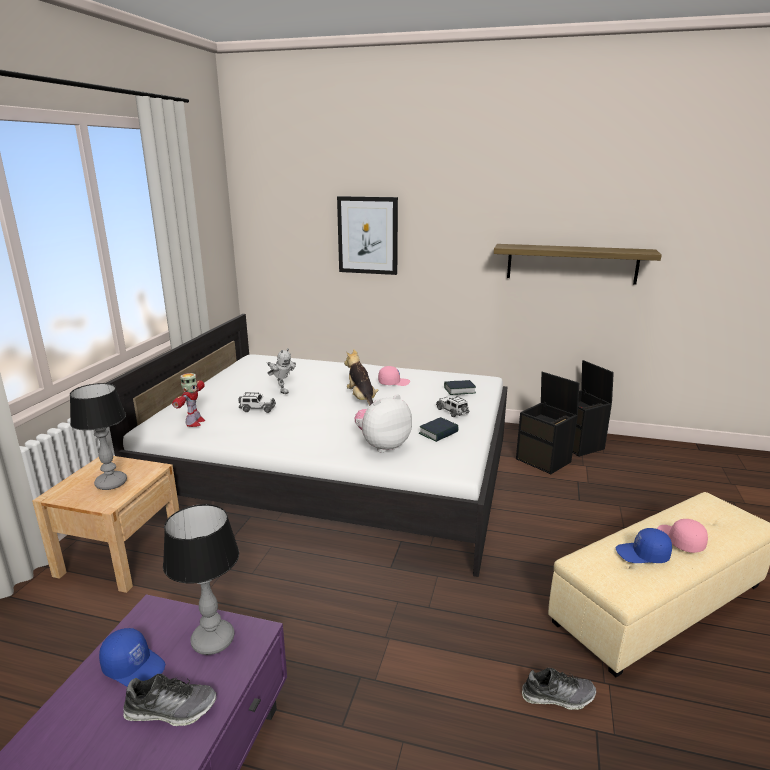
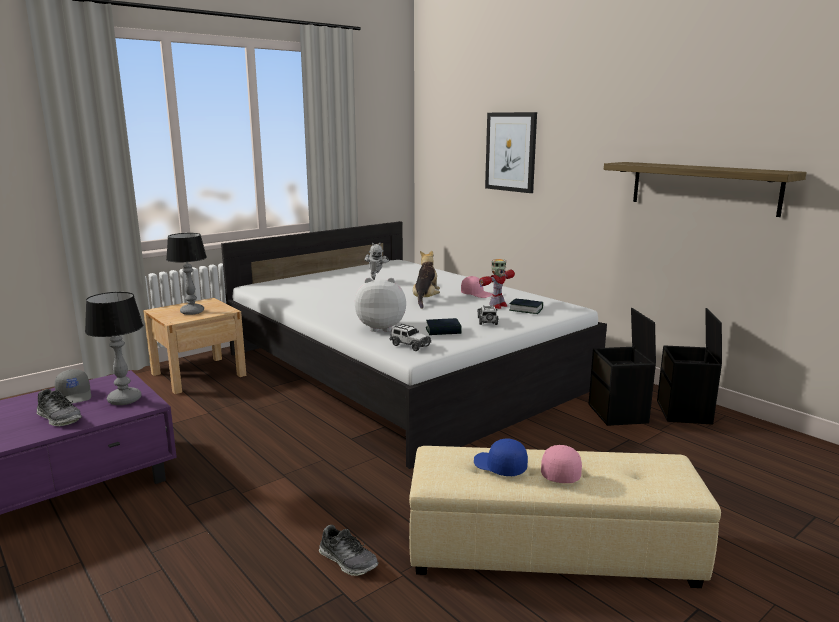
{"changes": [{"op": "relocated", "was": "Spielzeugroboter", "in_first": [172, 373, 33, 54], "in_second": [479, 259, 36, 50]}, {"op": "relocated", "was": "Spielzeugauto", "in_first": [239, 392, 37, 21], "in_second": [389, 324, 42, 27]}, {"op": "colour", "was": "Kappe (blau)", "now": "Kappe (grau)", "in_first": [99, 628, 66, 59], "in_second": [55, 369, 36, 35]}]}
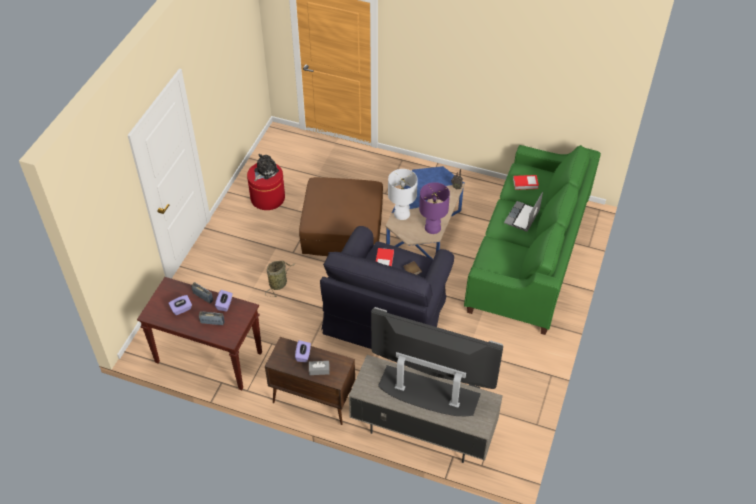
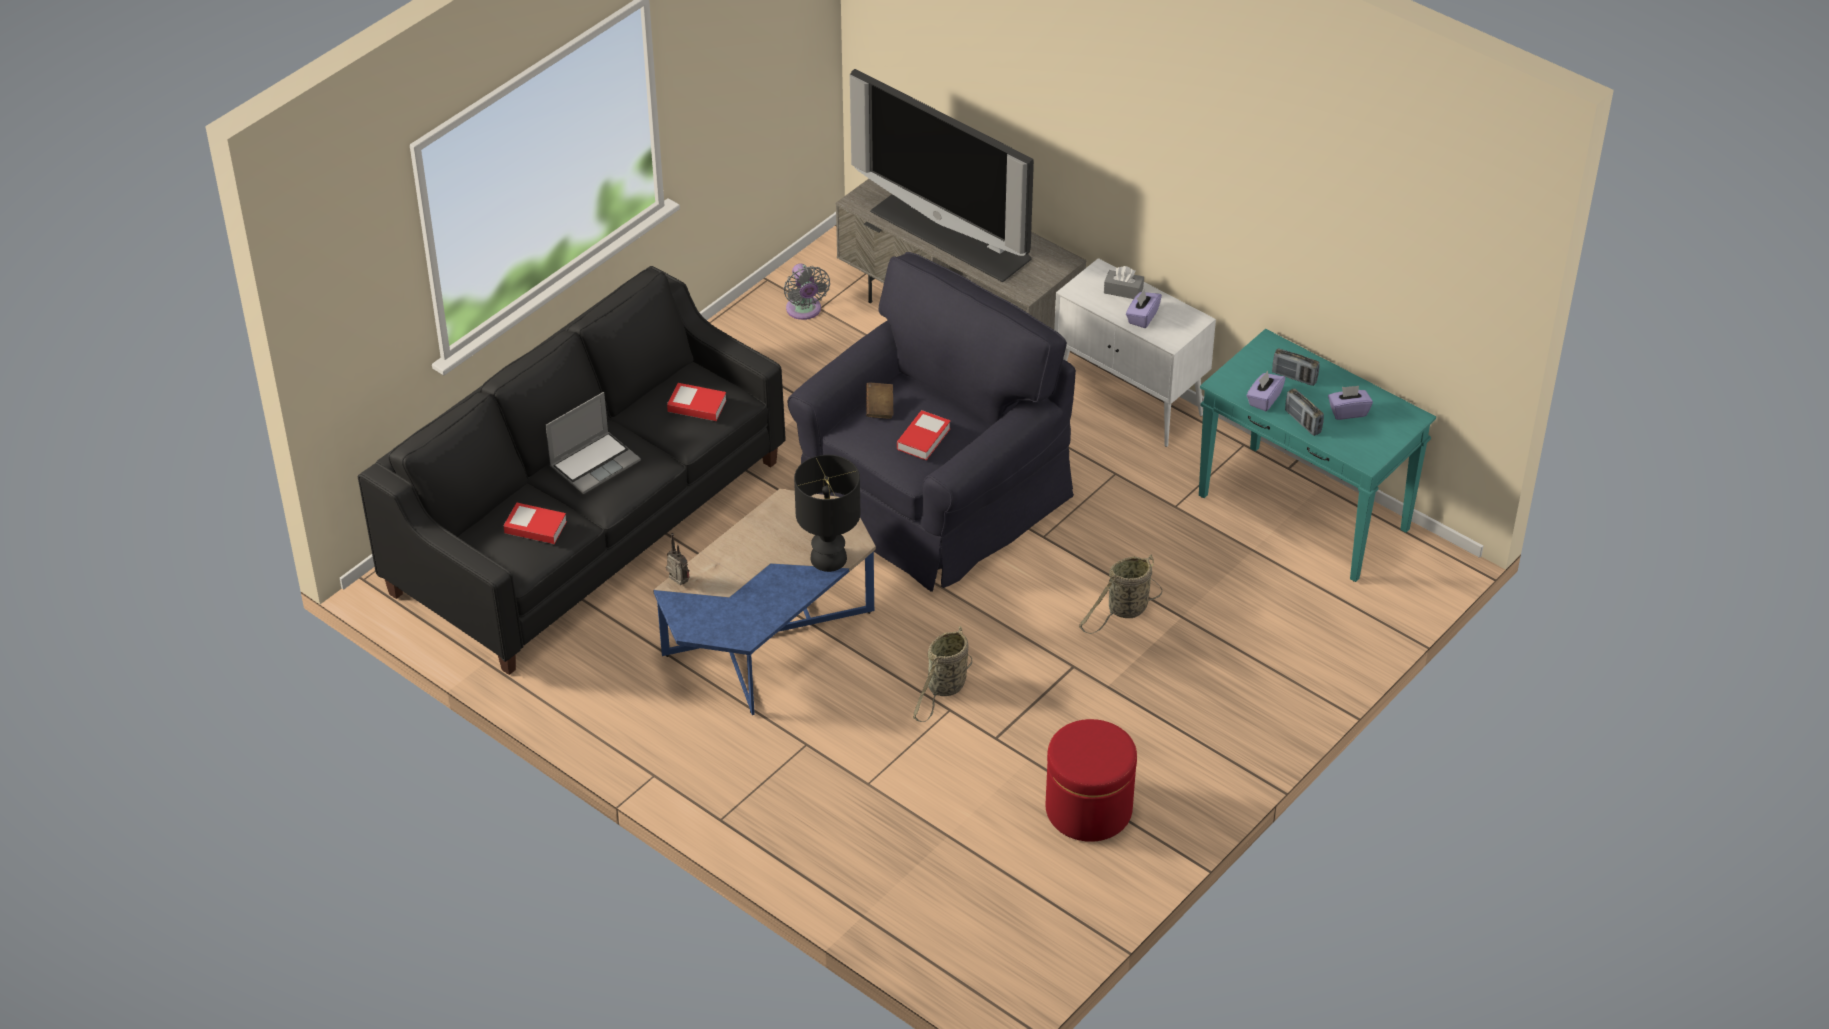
{"changes": [{"op": "colour", "was": "Sofa (grün)", "now": "Sofa (schwarz)", "in_first": [464, 145, 137, 190], "in_second": [358, 266, 428, 409]}, {"op": "missing", "was": "Plüschtier", "in_first": [254, 154, 25, 27]}, {"op": "colour", "was": "Tischlampe (weiß)", "now": "Tischlampe (schwarz)", "in_first": [388, 169, 30, 51], "in_second": [794, 455, 66, 117]}, {"op": "exchanged", "was": "Polsterhocker (braun)", "now": "Korb", "in_first": [299, 177, 84, 79], "in_second": [913, 626, 59, 96]}, {"op": "missing", "was": "Tischlampe (lila)", "in_first": [419, 182, 31, 52]}, {"op": "colour", "was": "Konsolentisch (braun)", "now": "Konsolentisch (türkis)", "in_first": [137, 277, 125, 113], "in_second": [1199, 329, 237, 253]}, {"op": "colour", "was": "Schrank (braun)", "now": "Schrank (weiß)", "in_first": [265, 337, 90, 88], "in_second": [1054, 258, 162, 189]}, {"op": "appeared", "now": "Ventilator (grau)", "in_second": [784, 263, 46, 57]}, {"op": "appeared", "now": "Buch", "in_second": [667, 383, 60, 38]}]}
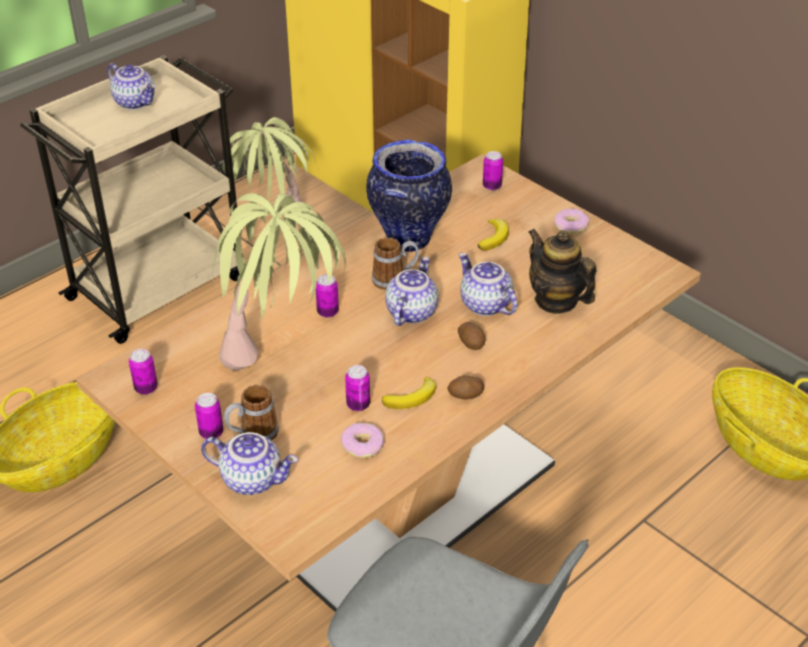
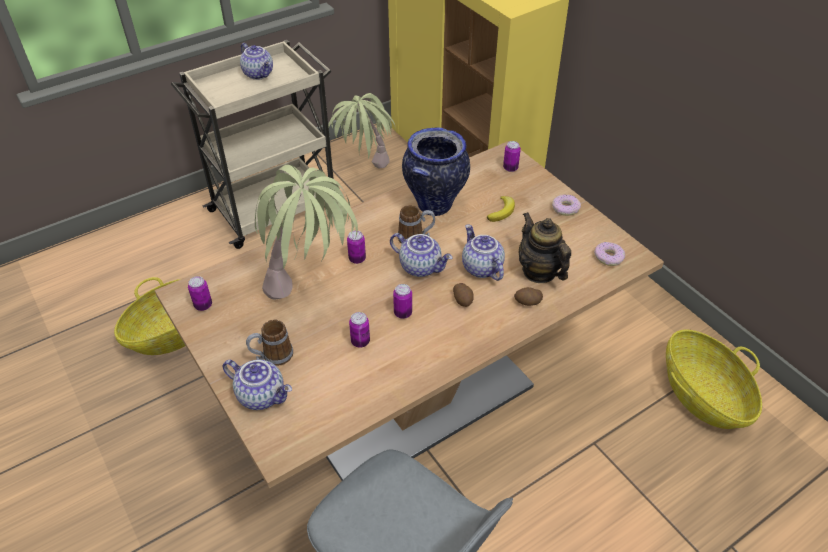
{"changes": [{"op": "spun", "was": "Teekanne", "in_first": [385, 257, 53, 69], "in_second": [390, 233, 63, 44], "clockwise": 90}, {"op": "relocated", "was": "Kartoffel", "in_first": [448, 375, 36, 25], "in_second": [514, 287, 29, 19]}, {"op": "missing", "was": "Banane", "in_first": [382, 377, 54, 32]}, {"op": "relocated", "was": "Dose", "in_first": [195, 393, 28, 46], "in_second": [393, 284, 19, 35]}, {"op": "relocated", "was": "Donut", "in_first": [341, 423, 43, 35], "in_second": [594, 242, 31, 24]}]}
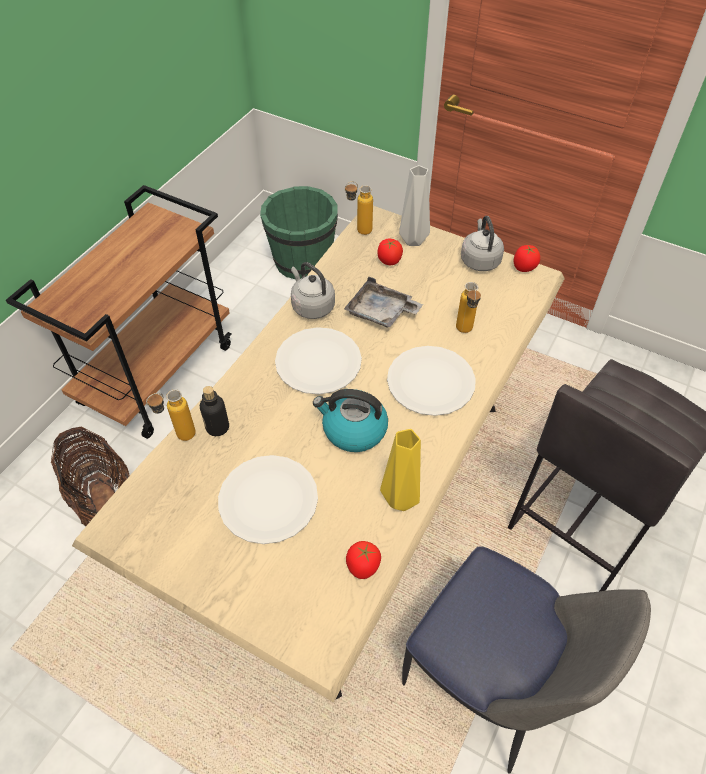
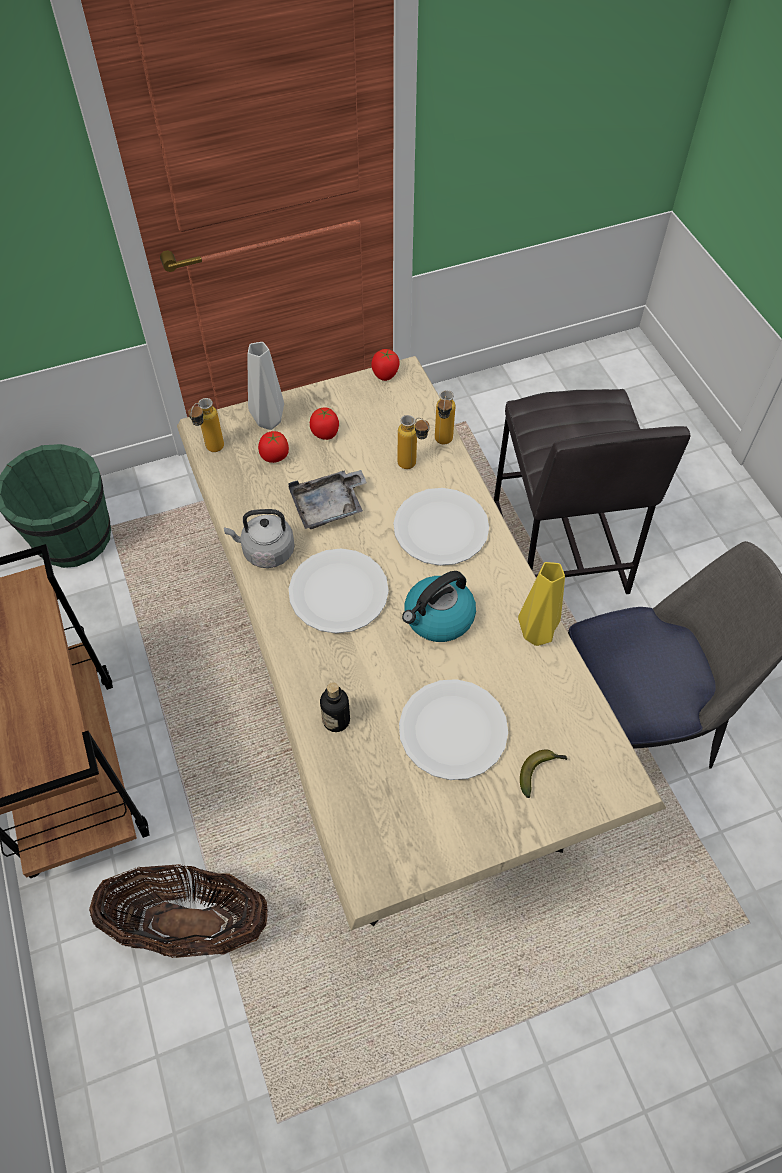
{"changes": [{"op": "missing", "was": "Wasserkessel (grau)", "in_first": [461, 216, 43, 55]}, {"op": "relocated", "was": "Flasche", "in_first": [146, 389, 50, 52], "in_second": [435, 390, 20, 54]}, {"op": "relocated", "was": "Tomate", "in_first": [346, 541, 35, 38], "in_second": [310, 407, 29, 33]}, {"op": "appeared", "now": "Banane", "in_second": [520, 749, 47, 49]}]}
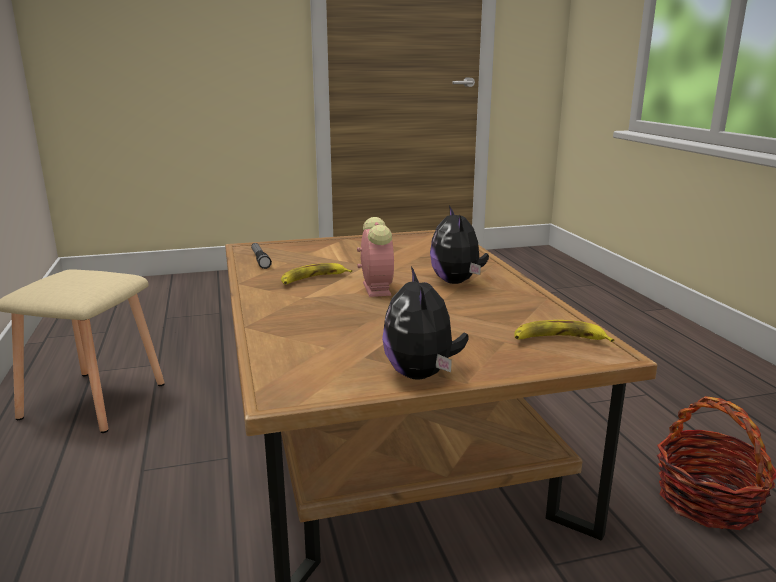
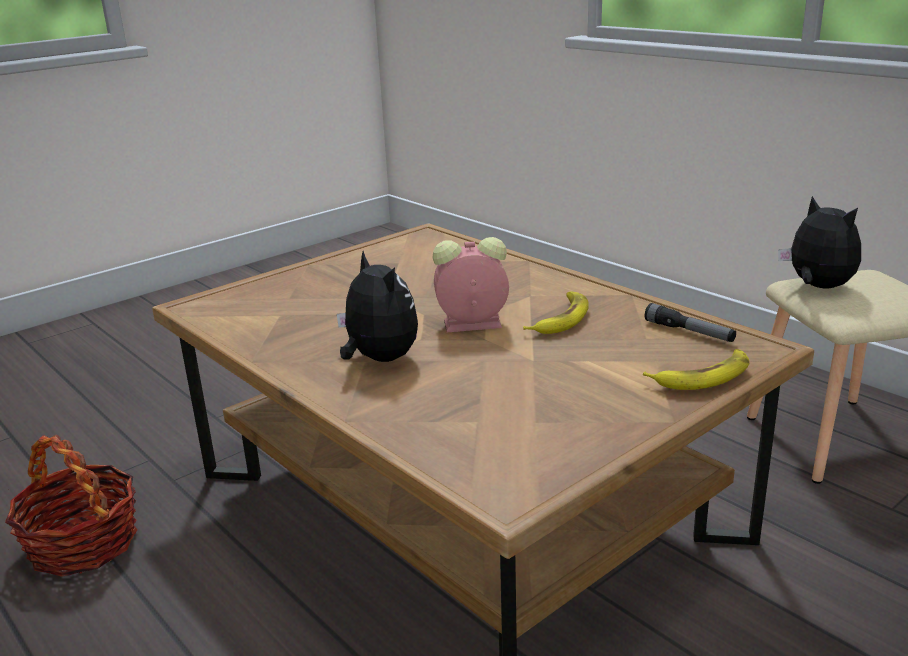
{"changes": [{"op": "spun", "was": "Wecker", "in_first": [357, 217, 37, 80], "in_second": [432, 237, 77, 95], "clockwise": 120}, {"op": "relocated", "was": "Plüschtier", "in_first": [382, 266, 87, 114], "in_second": [778, 196, 83, 92]}, {"op": "relocated", "was": "Banane", "in_first": [514, 320, 100, 22], "in_second": [643, 349, 107, 41]}]}
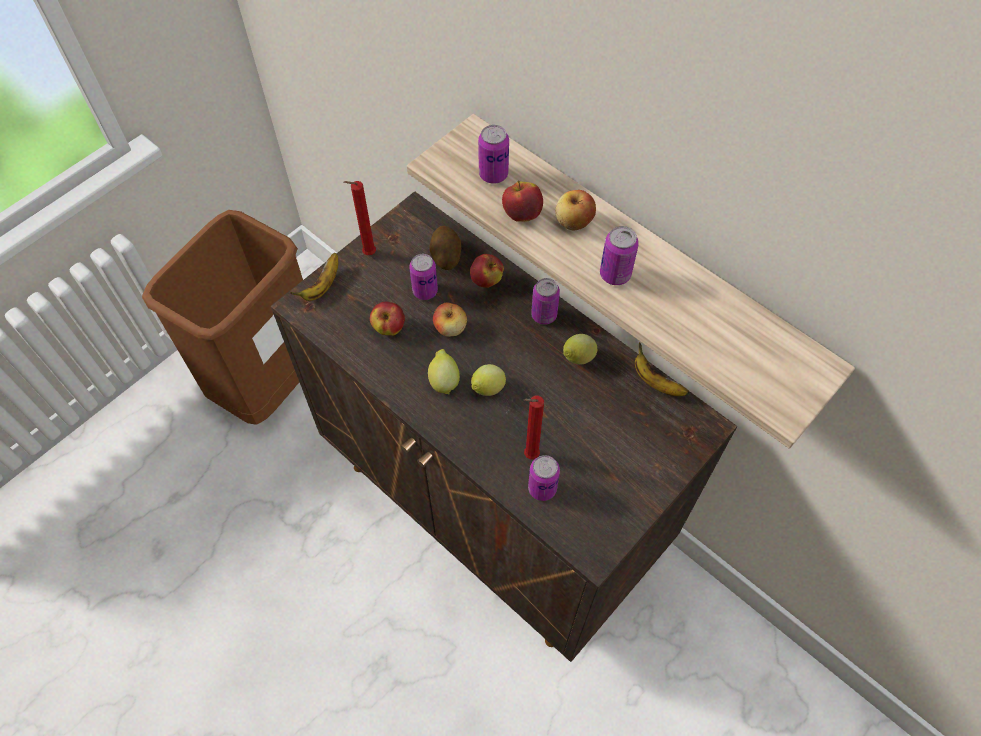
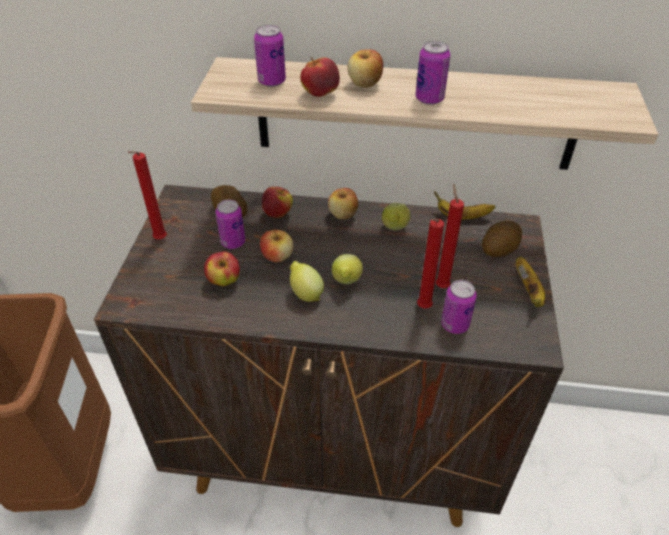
{"changes": [{"op": "relocated", "was": "Banane", "in_first": [290, 253, 48, 48], "in_second": [516, 256, 29, 51]}, {"op": "exchanged", "was": "Dose", "now": "Apfel", "in_first": [531, 278, 29, 47], "in_second": [328, 188, 30, 31]}, {"op": "appeared", "now": "Kerze (rot)", "in_second": [436, 183, 28, 105]}, {"op": "appeared", "now": "Kartoffel", "in_second": [482, 221, 40, 36]}]}
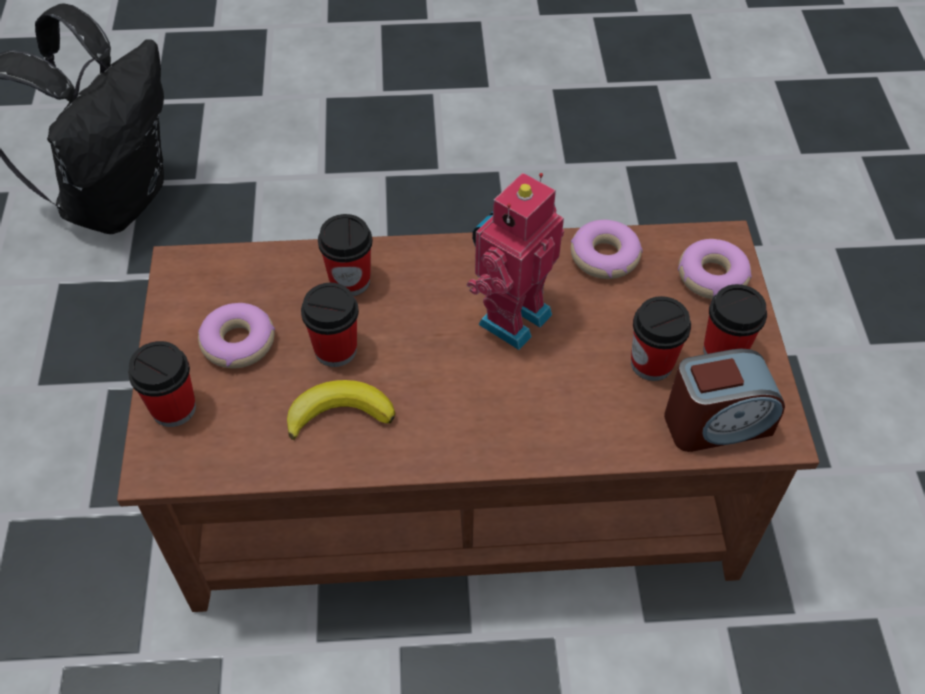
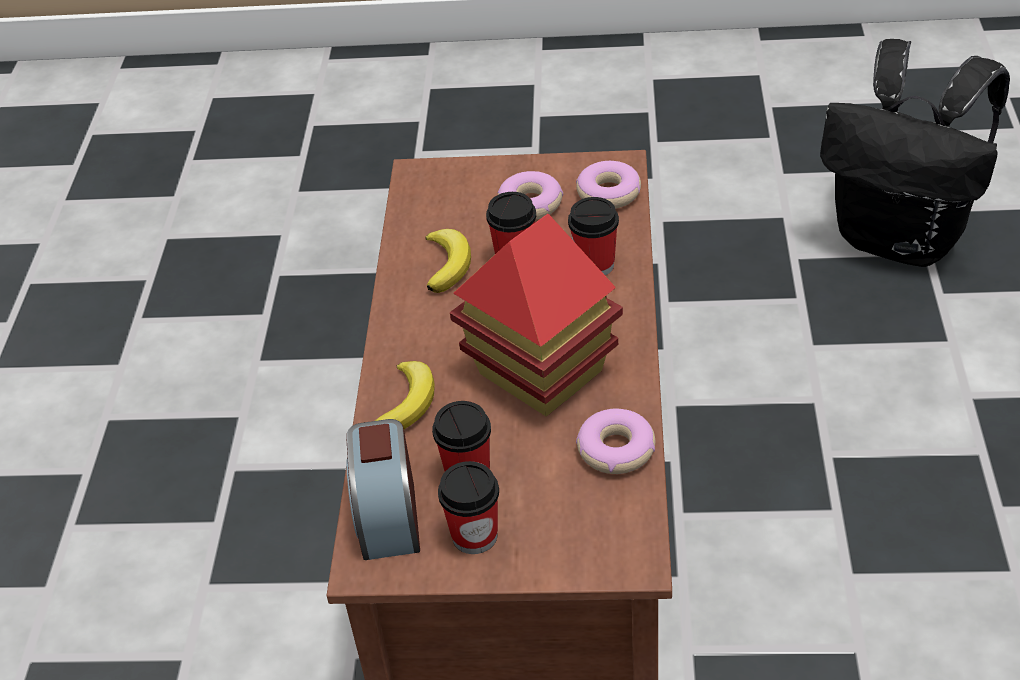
{"changes": [{"op": "exchanged", "was": "Spielzeugroboter", "now": "Spielzeughaus", "in_first": [467, 172, 97, 178], "in_second": [450, 214, 173, 202]}, {"op": "relocated", "was": "Donut", "in_first": [678, 239, 74, 60], "in_second": [576, 161, 65, 48]}, {"op": "missing", "was": "Tasse", "in_first": [128, 341, 68, 86]}, {"op": "appeared", "now": "Banane", "in_second": [375, 361, 60, 68]}]}
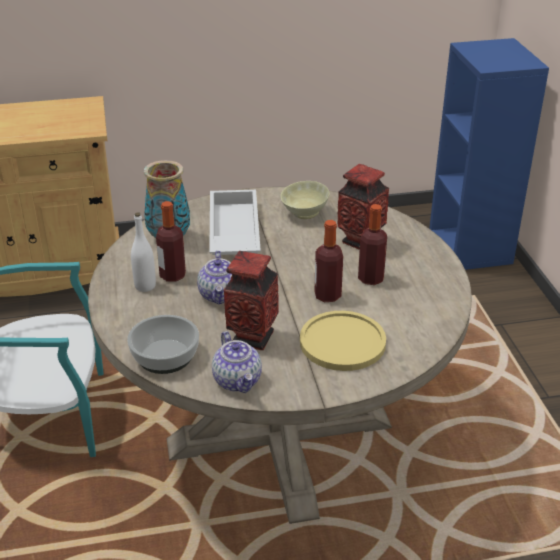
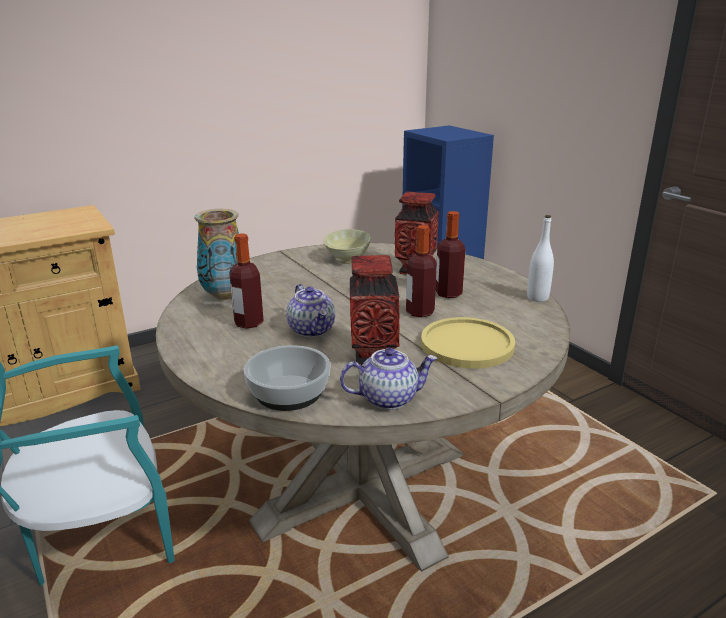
{"changes": [{"op": "missing", "was": "Tablett (weiß)", "in_first": [209, 190, 52, 65]}, {"op": "relocated", "was": "Flasche (weiß)", "in_first": [131, 212, 25, 80], "in_second": [527, 215, 27, 87]}, {"op": "spun", "was": "Teekanne", "in_first": [212, 331, 50, 62], "in_second": [340, 348, 97, 62], "clockwise": -60}]}
